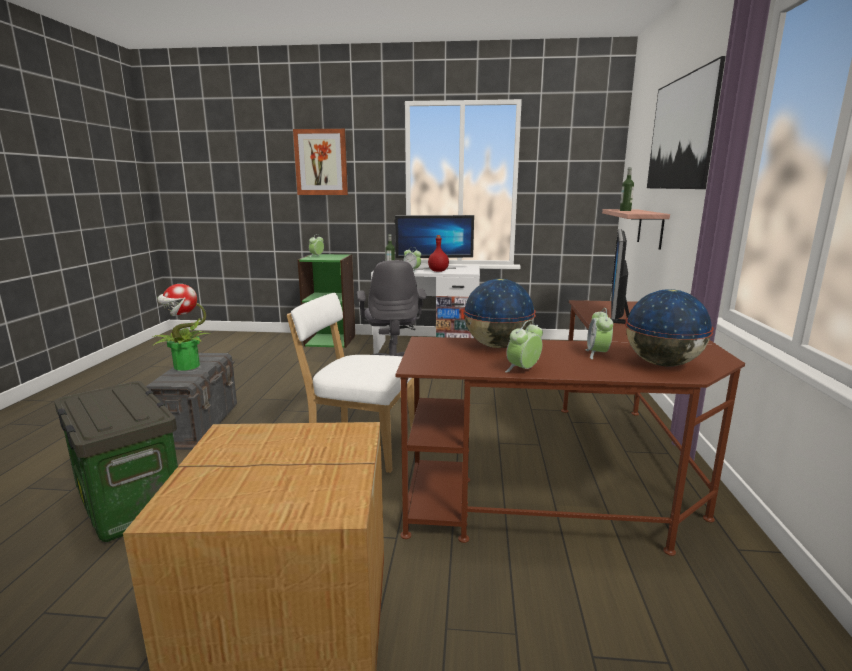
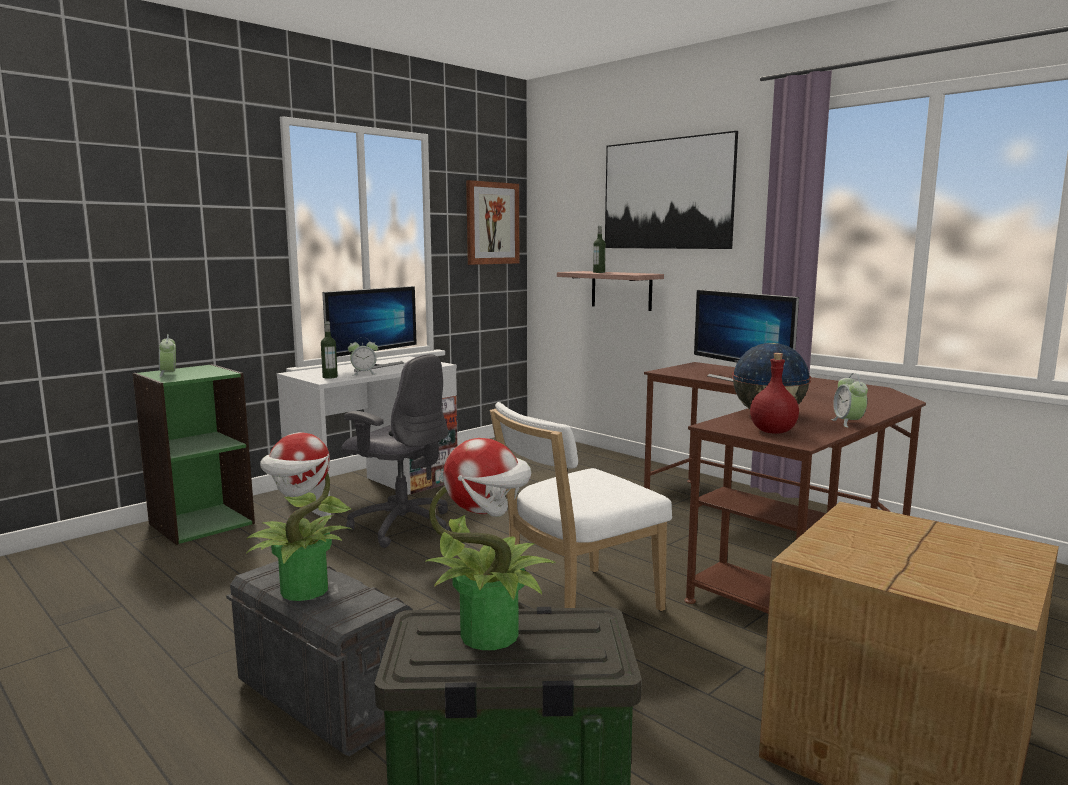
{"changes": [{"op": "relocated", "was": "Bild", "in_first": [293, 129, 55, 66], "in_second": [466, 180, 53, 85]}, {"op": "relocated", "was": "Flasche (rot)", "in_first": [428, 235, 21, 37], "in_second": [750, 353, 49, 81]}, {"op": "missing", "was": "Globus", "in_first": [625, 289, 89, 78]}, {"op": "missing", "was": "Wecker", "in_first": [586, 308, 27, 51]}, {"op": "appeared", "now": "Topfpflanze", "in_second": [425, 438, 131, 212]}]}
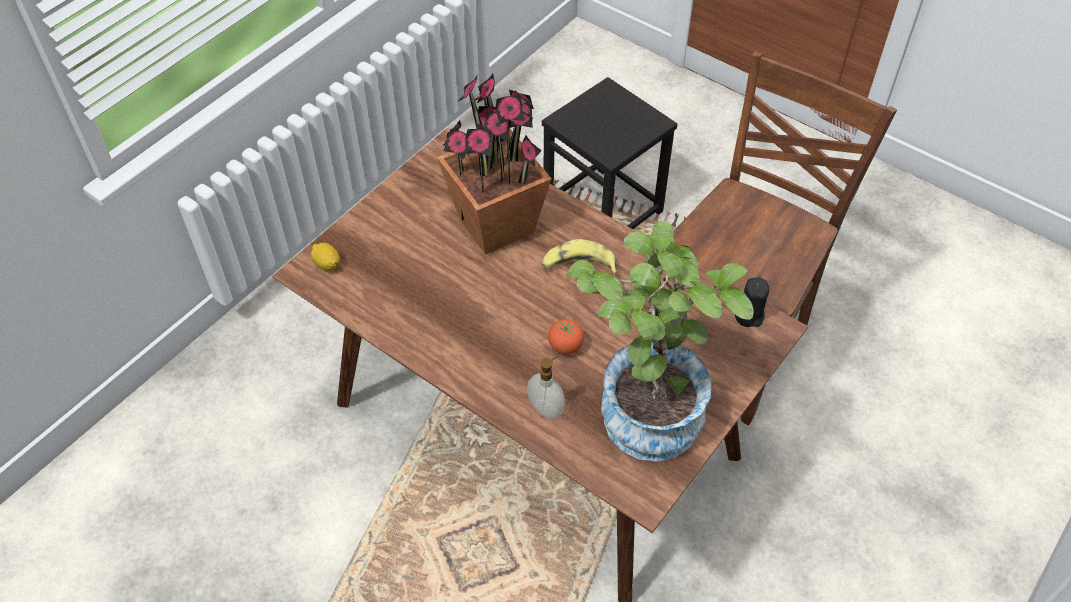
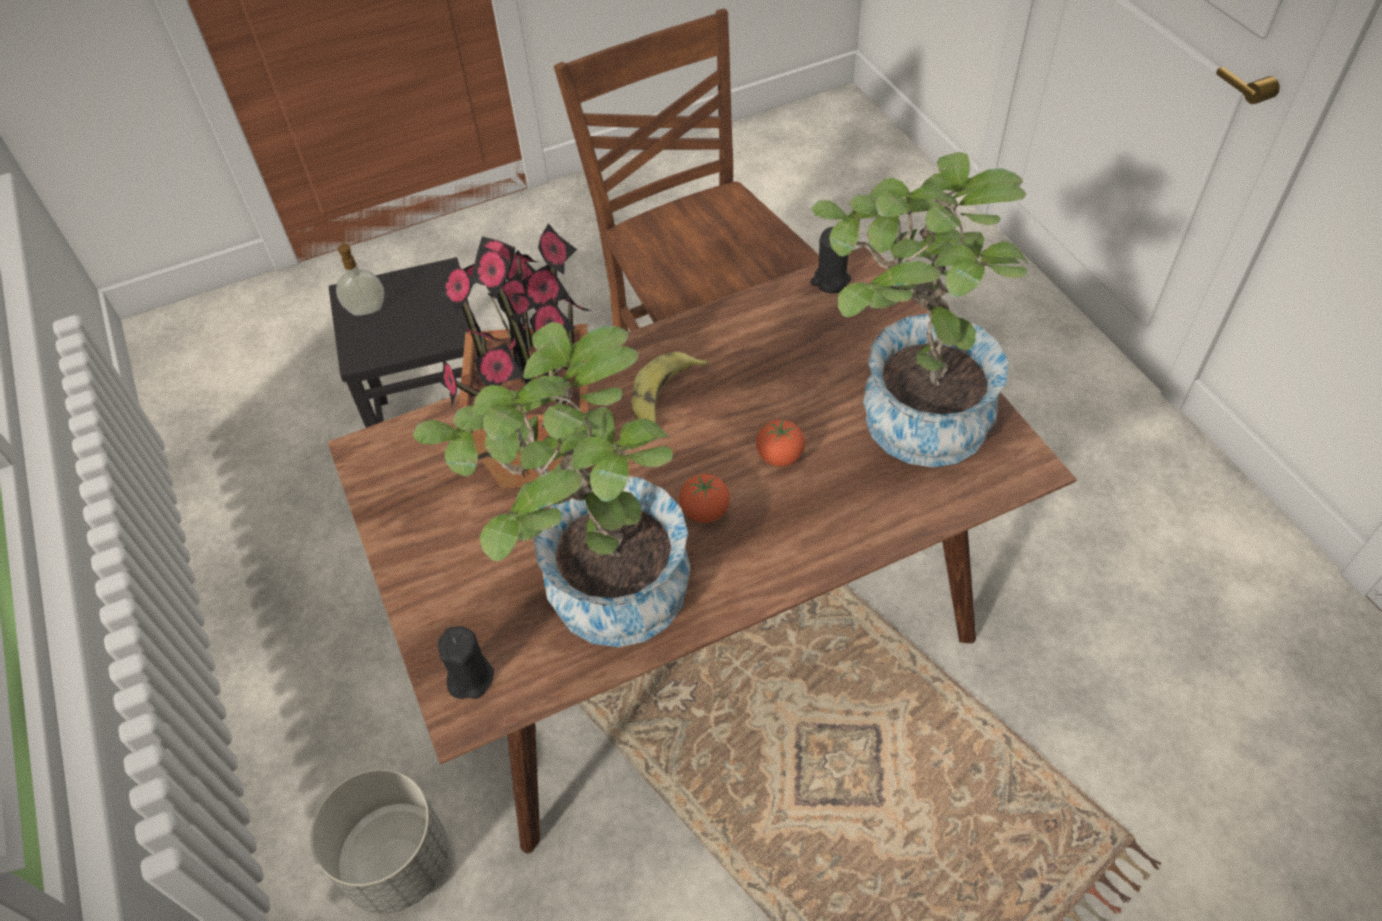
{"changes": [{"op": "exchanged", "was": "Zitrone", "now": "Kerze (schwarz)", "in_first": [311, 243, 29, 28], "in_second": [438, 626, 56, 73]}, {"op": "relocated", "was": "Seifenspender", "in_first": [527, 355, 38, 64], "in_second": [336, 240, 48, 76]}, {"op": "appeared", "now": "Topfpflanze", "in_second": [413, 322, 278, 325]}, {"op": "appeared", "now": "Tomate", "in_second": [679, 474, 51, 49]}, {"op": "appeared", "now": "Pflanzkübel (grau)", "in_second": [310, 769, 138, 144]}]}
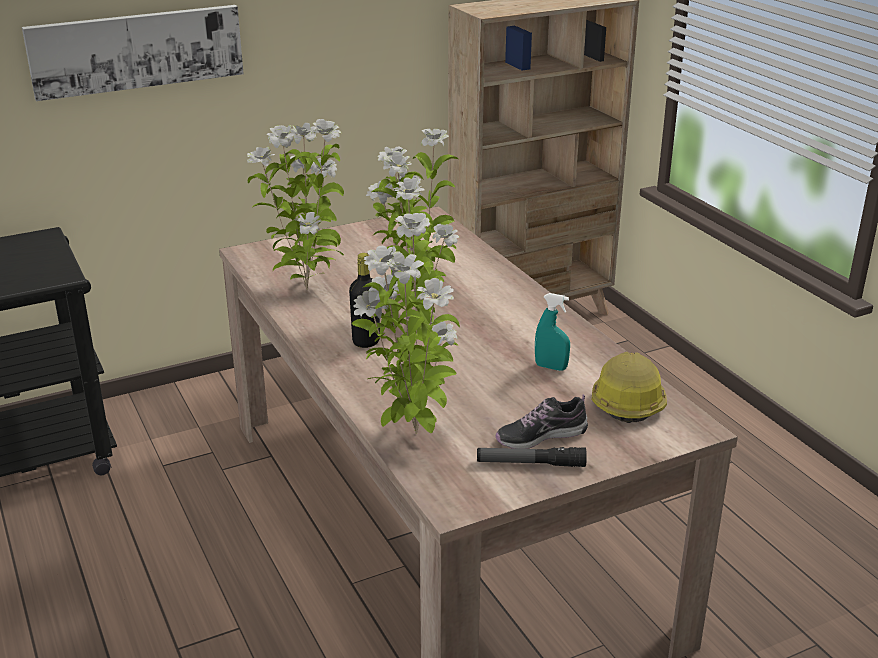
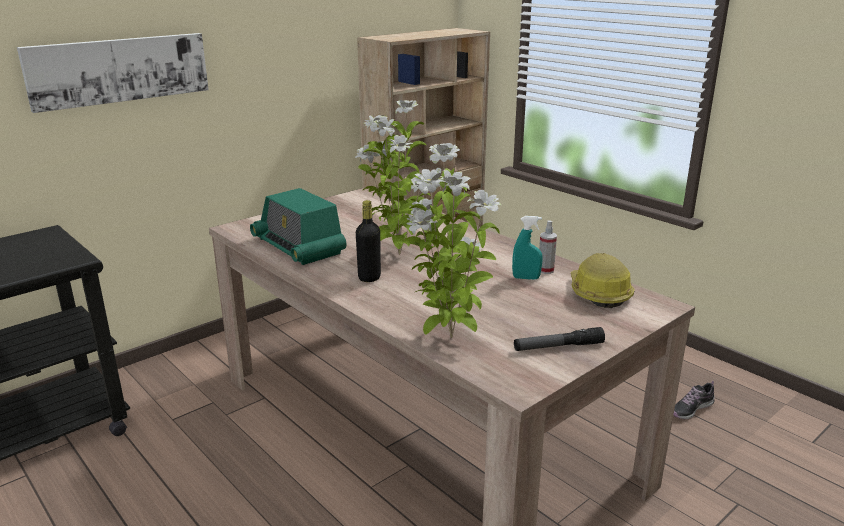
{"changes": [{"op": "exchanged", "was": "Topfpflanze", "now": "Radio", "in_first": [247, 119, 97, 171], "in_second": [250, 188, 96, 77]}, {"op": "relocated", "was": "Schuh", "in_first": [495, 394, 93, 55], "in_second": [673, 381, 42, 38]}, {"op": "appeared", "now": "Sprühflasche", "in_second": [539, 220, 18, 54]}]}
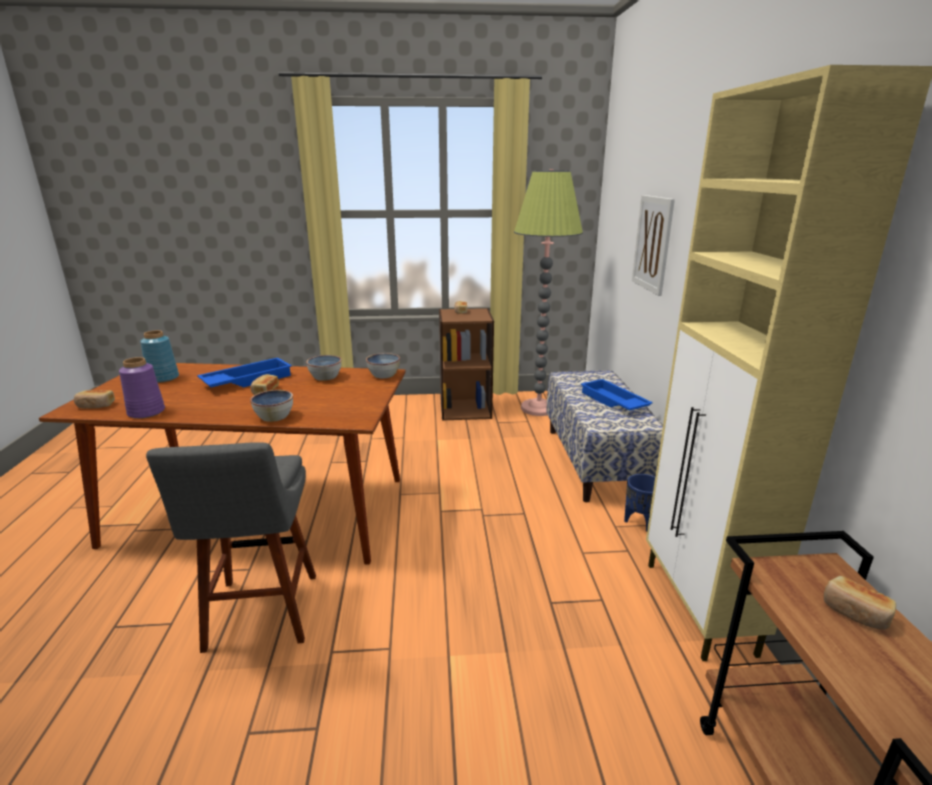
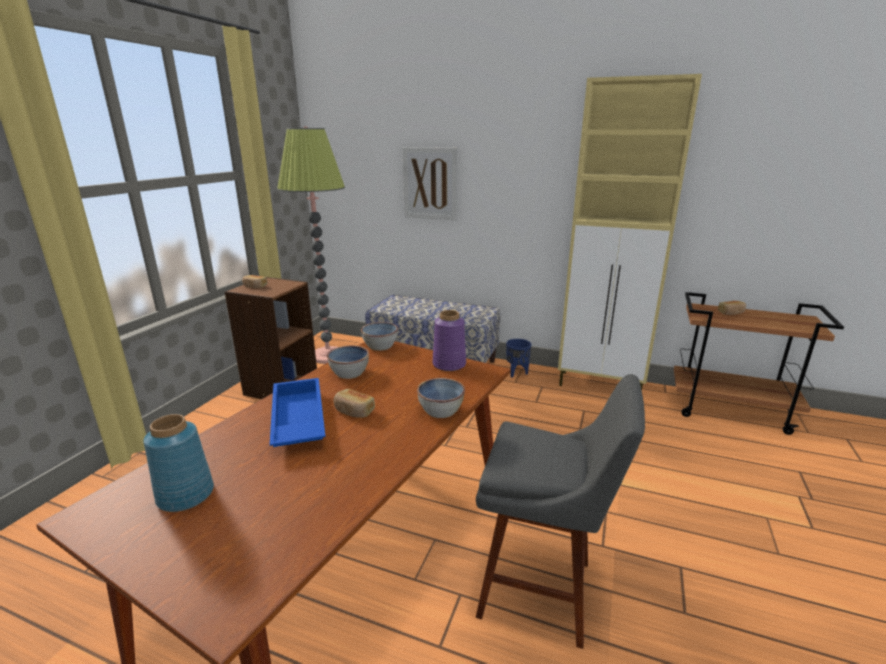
{"changes": [{"op": "relocated", "was": "Vase (lila)", "in_first": [119, 357, 46, 62], "in_second": [432, 310, 34, 61]}, {"op": "missing", "was": "Tablett (blau)", "in_first": [581, 379, 72, 32]}, {"op": "missing", "was": "Brot", "in_first": [74, 390, 41, 19]}]}
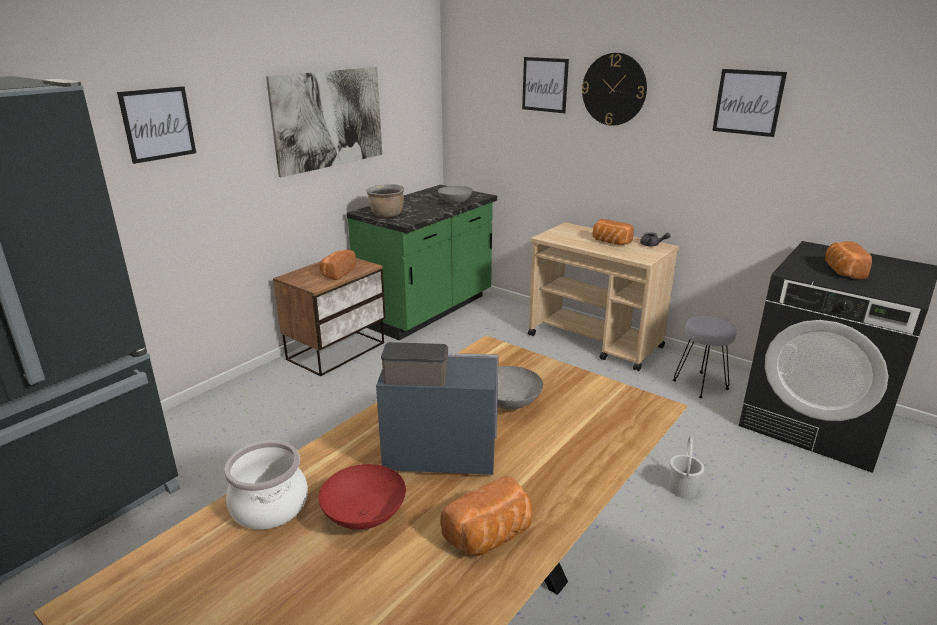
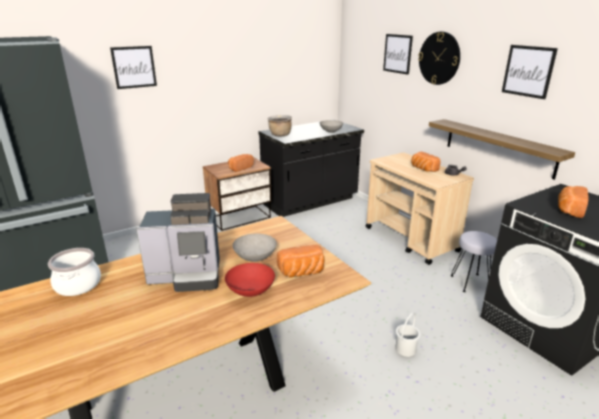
{"changes": [{"op": "missing", "was": "Bild", "in_first": [266, 67, 116, 110]}, {"op": "colour", "was": "Küchenzeile (grün)", "now": "Küchenzeile (schwarz)", "in_first": [347, 185, 150, 156], "in_second": [258, 119, 106, 98]}, {"op": "spun", "was": "Kaffeemaschine", "in_first": [376, 342, 123, 133], "in_second": [136, 193, 84, 99], "clockwise": 150}, {"op": "relocated", "was": "Schüssel (rot)", "in_first": [318, 464, 88, 66], "in_second": [225, 263, 50, 34]}, {"op": "relocated", "was": "Brot", "in_first": [440, 476, 92, 80], "in_second": [277, 245, 48, 33]}, {"op": "appeared", "now": "Wandregal", "in_second": [429, 119, 146, 61]}]}
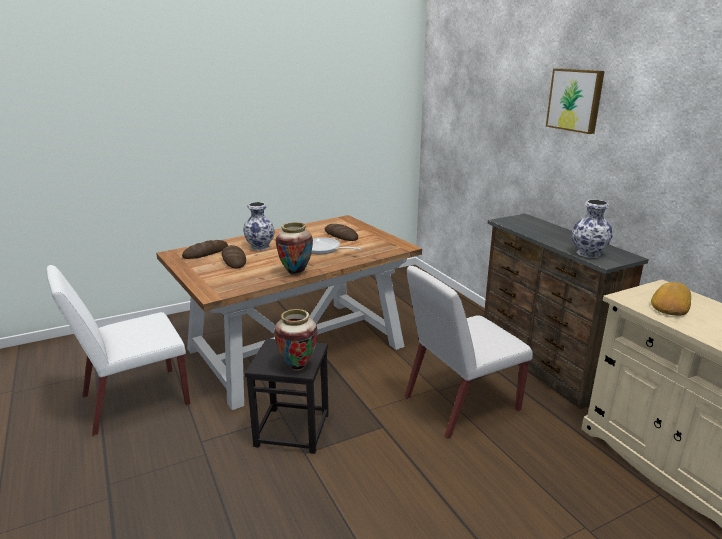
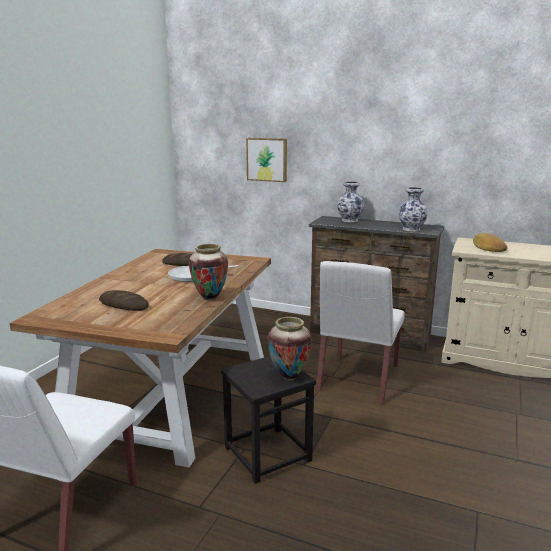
{"changes": [{"op": "relocated", "was": "Bild", "in_first": [546, 68, 59, 66], "in_second": [246, 138, 41, 44]}, {"op": "relocated", "was": "Vase", "in_first": [243, 202, 32, 49], "in_second": [337, 181, 27, 41]}, {"op": "missing", "was": "Brot", "in_first": [182, 240, 46, 19]}]}
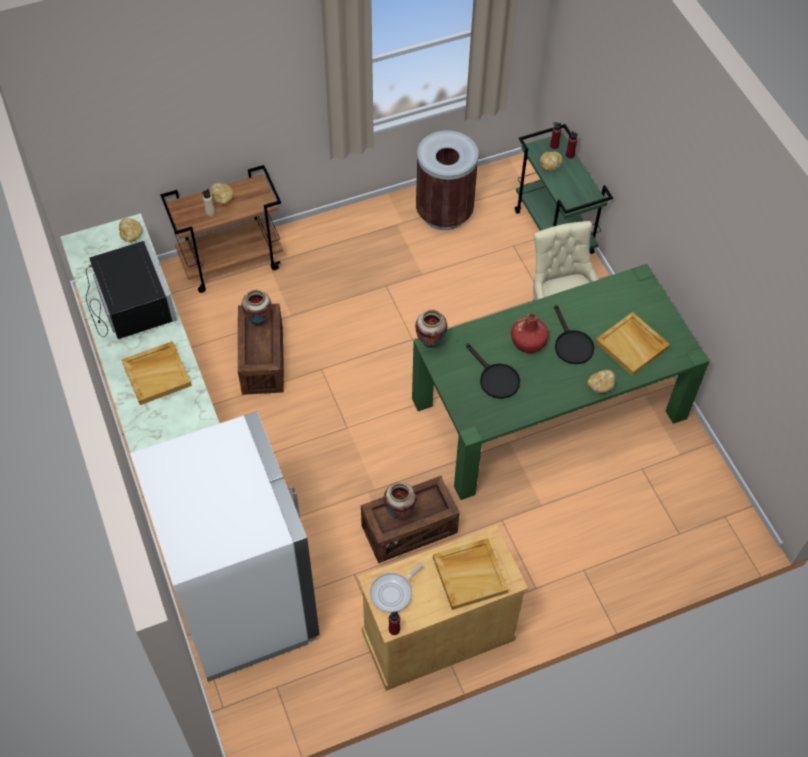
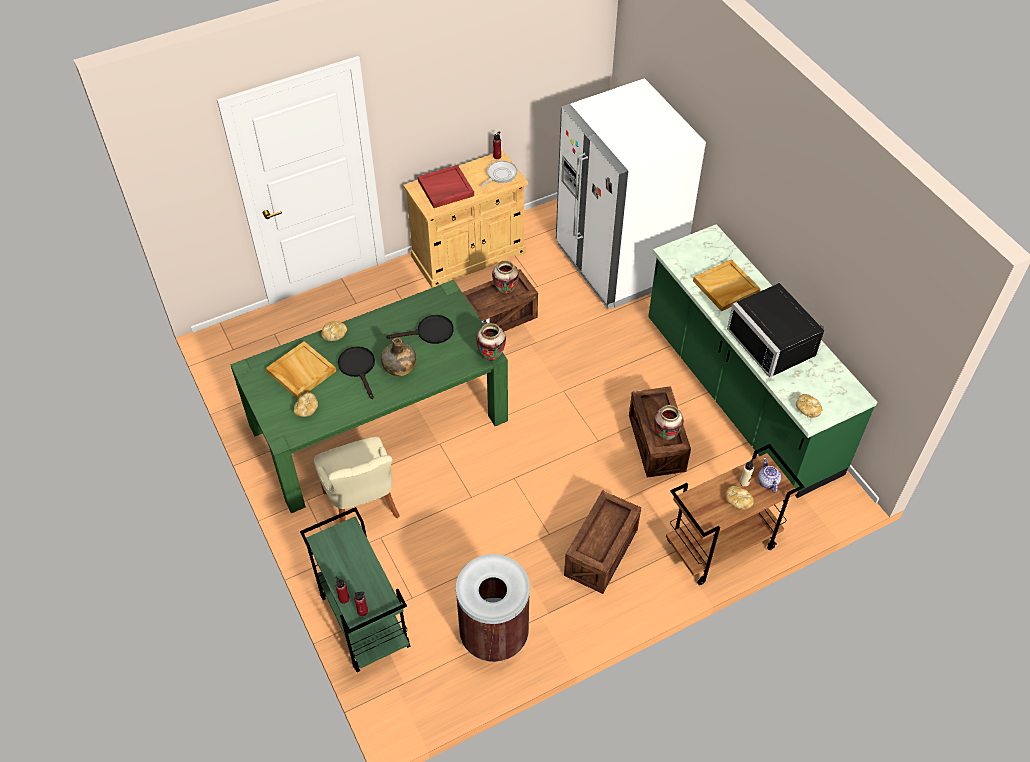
{"changes": [{"op": "relocated", "was": "Brot", "in_first": [540, 151, 22, 20], "in_second": [294, 392, 24, 25]}, {"op": "colour", "was": "Flasche (rot)", "now": "Flasche (grün)", "in_first": [511, 313, 38, 40], "in_second": [381, 337, 35, 39]}, {"op": "spun", "was": "Pfanne (schwarz)", "in_first": [466, 344, 54, 55], "in_second": [386, 315, 68, 29], "clockwise": 120}, {"op": "colour", "was": "Tablett (beige)", "now": "Tablett (rot)", "in_first": [433, 538, 76, 72], "in_second": [418, 165, 56, 43]}, {"op": "appeared", "now": "Teekanne", "in_second": [758, 458, 23, 35]}, {"op": "appeared", "now": "Kiste", "in_second": [564, 490, 77, 104]}]}
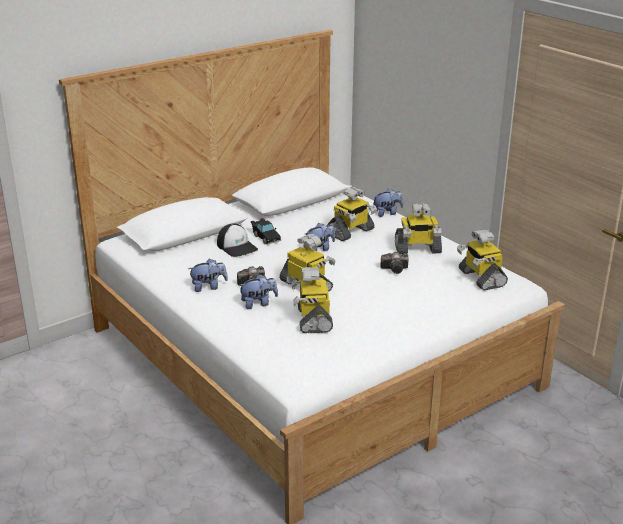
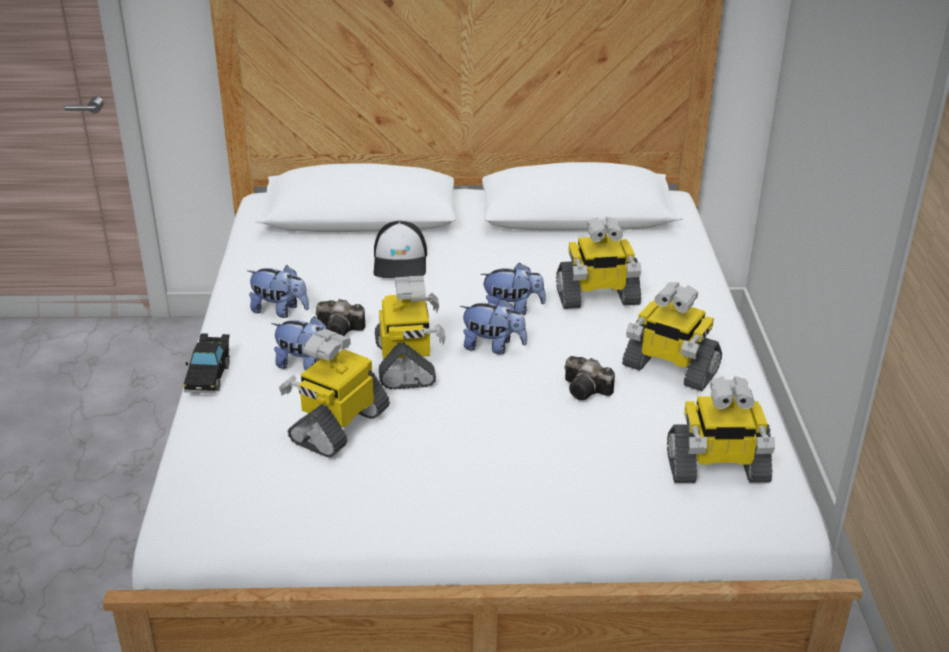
{"changes": [{"op": "relocated", "was": "Plüschtier", "in_first": [373, 188, 30, 29], "in_second": [460, 299, 67, 56]}, {"op": "relocated", "was": "Spielzeugauto (schwarz)", "in_first": [250, 218, 31, 26], "in_second": [183, 333, 47, 61]}, {"op": "spun", "was": "Spielzeugroboter", "in_first": [457, 229, 51, 62], "in_second": [667, 376, 108, 107], "clockwise": -105}]}
